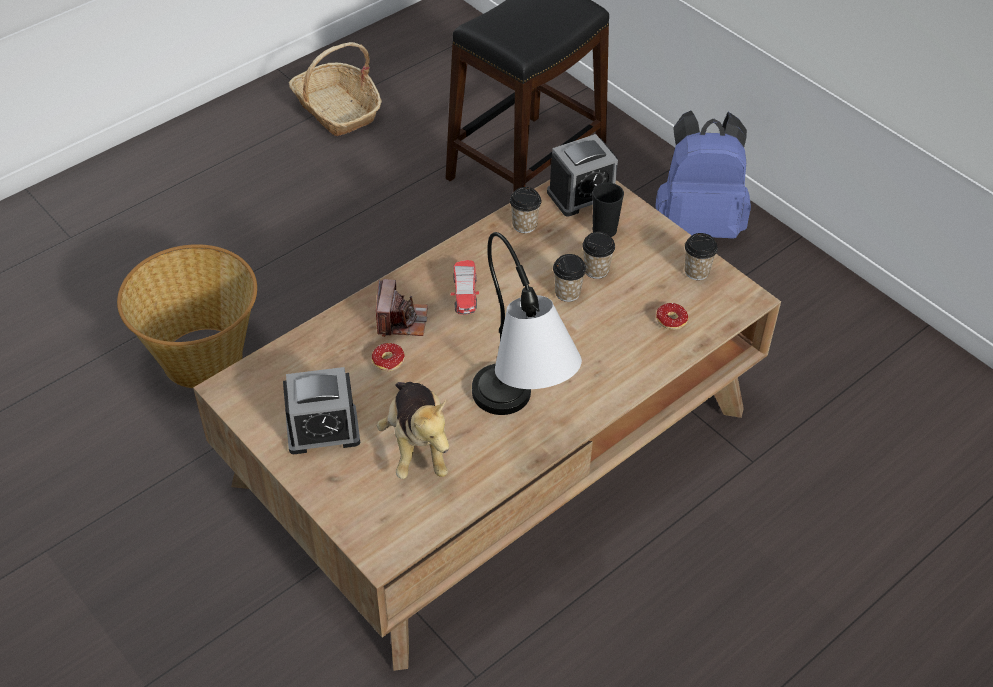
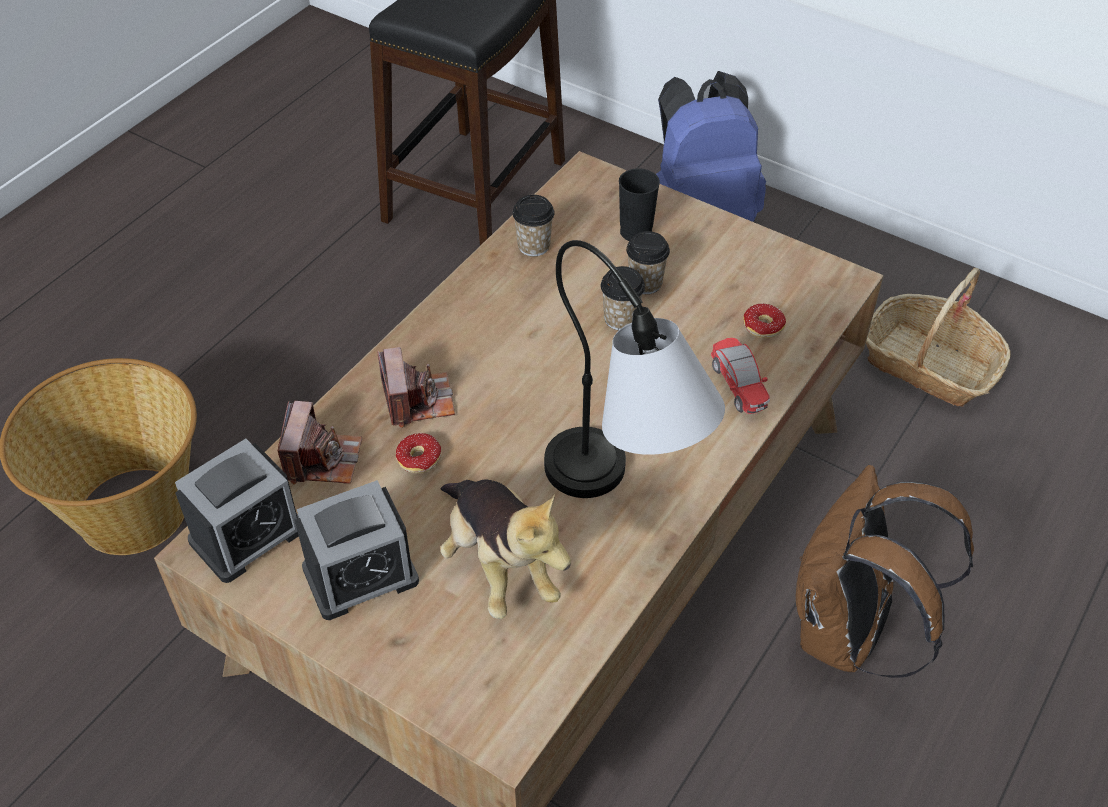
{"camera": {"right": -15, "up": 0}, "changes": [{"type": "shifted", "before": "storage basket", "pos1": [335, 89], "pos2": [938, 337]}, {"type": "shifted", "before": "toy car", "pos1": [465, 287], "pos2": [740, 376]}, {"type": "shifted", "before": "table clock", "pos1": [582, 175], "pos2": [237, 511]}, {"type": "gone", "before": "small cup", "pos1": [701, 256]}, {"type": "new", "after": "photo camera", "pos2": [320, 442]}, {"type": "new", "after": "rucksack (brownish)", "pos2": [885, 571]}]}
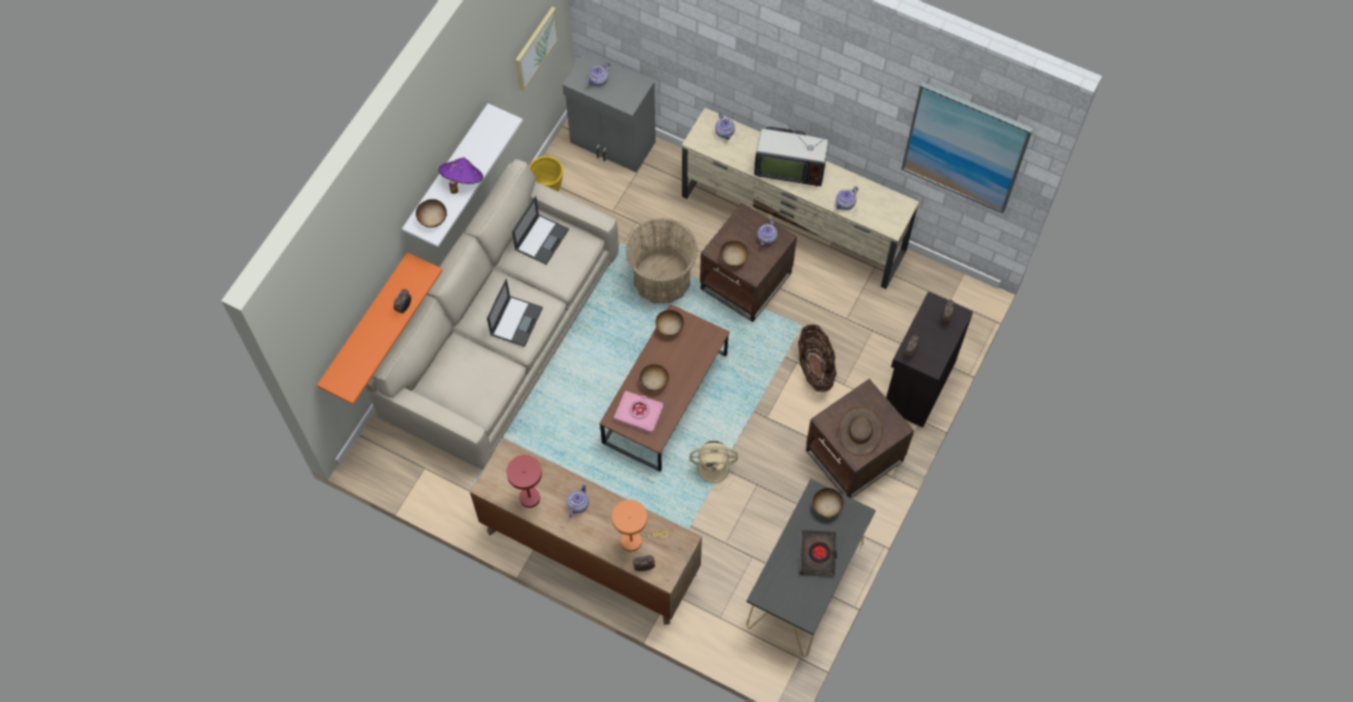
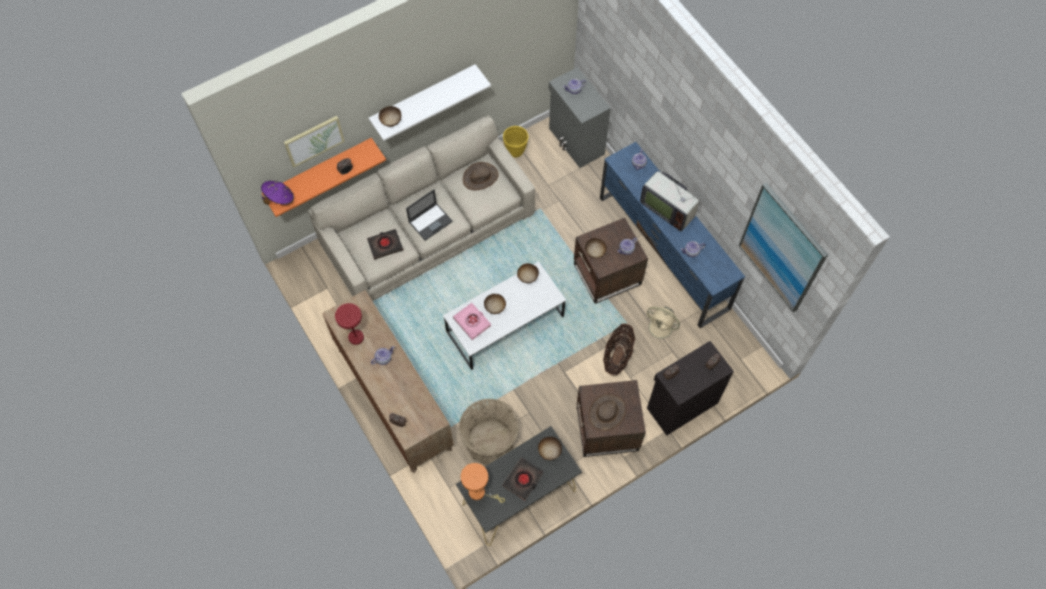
{"camera": {"right": 30, "up": 0}, "changes": [{"type": "shifted", "before": "wearable hat (purple)", "pos1": [460, 175], "pos2": [277, 193]}, {"type": "swapped", "before": "portable computer", "after": "wearable hat (brownish)", "pos1": [540, 230], "pos2": [480, 176]}, {"type": "shifted", "before": "picture", "pos1": [537, 49], "pos2": [314, 141]}, {"type": "repainted", "before": "lounge table (brownish)", "after": "lounge table (whitish)", "pos1": [664, 388], "pos2": [504, 316]}, {"type": "shifted", "before": "lamp for a table (orange-coloured)", "pos1": [640, 526], "pos2": [483, 483]}, {"type": "shifted", "before": "storage basket", "pos1": [661, 260], "pos2": [489, 432]}, {"type": "repainted", "before": "tv unit (beige)", "after": "tv unit (blue)", "pos1": [800, 198], "pos2": [672, 235]}, {"type": "shifted", "before": "electric fan (beige)", "pos1": [713, 465], "pos2": [661, 325]}, {"type": "new", "after": "book (black)", "pos2": [385, 244]}]}
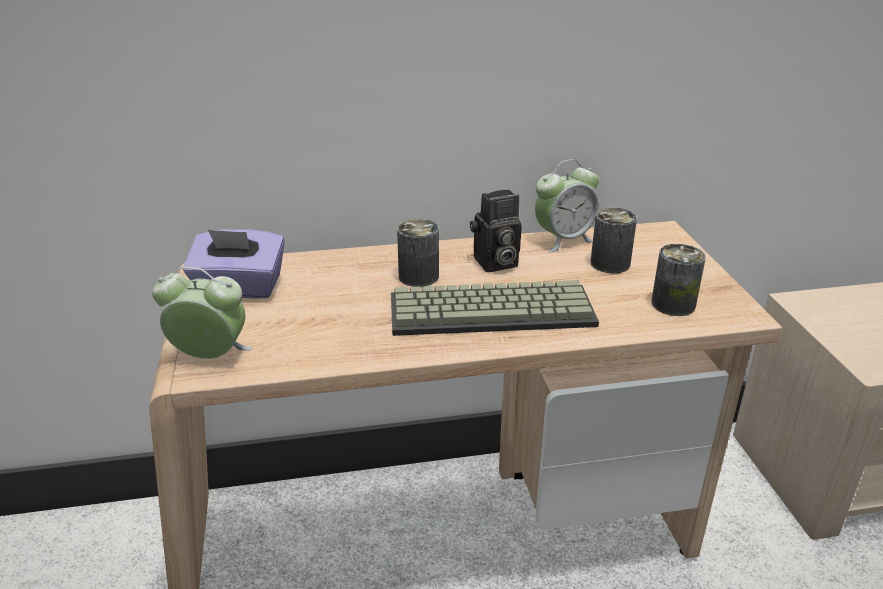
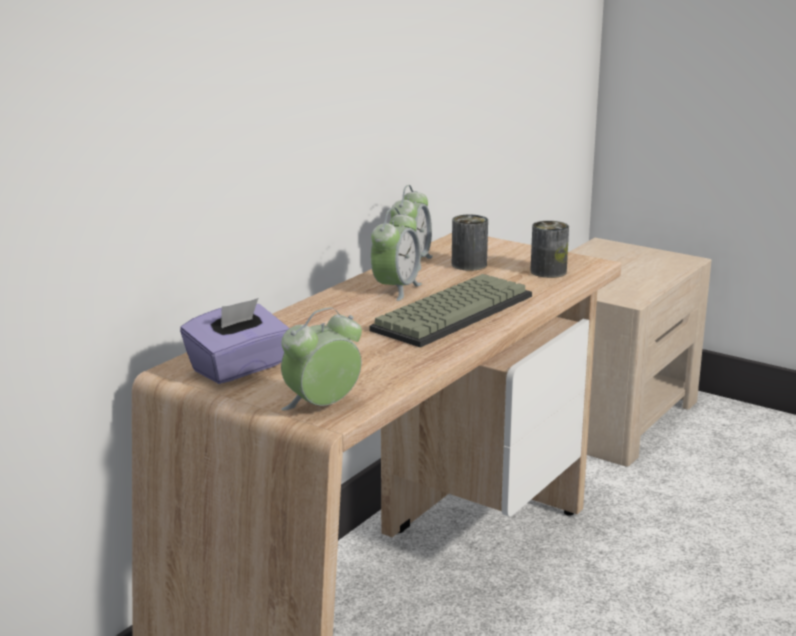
{"camera": {"right": -45, "up": -10}, "changes": [{"type": "gone", "before": "metal can", "pos1": [418, 253]}, {"type": "swapped", "before": "photo camera", "after": "table clock", "pos1": [496, 230], "pos2": [396, 254]}]}
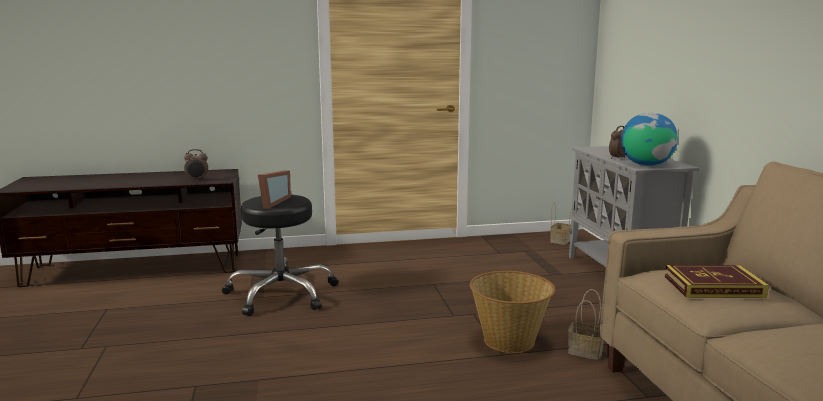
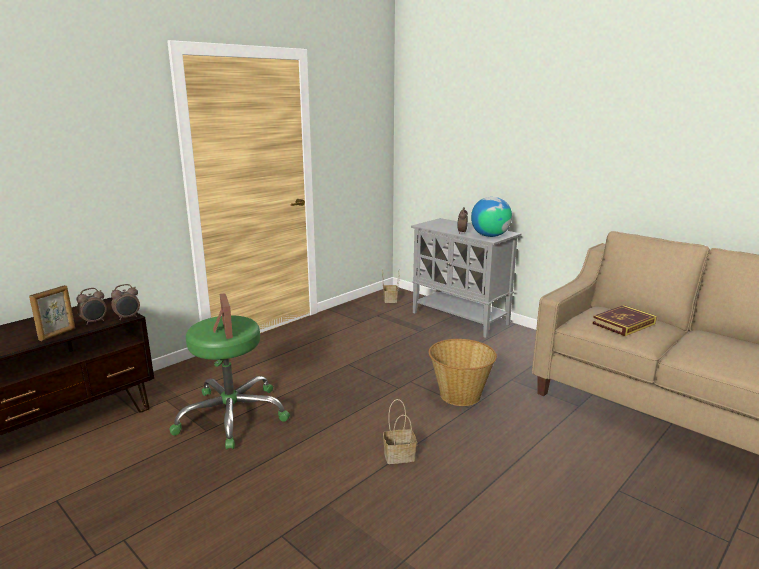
{"camera": {"right": -35, "up": 5}, "changes": [{"type": "repainted", "before": "stool seat (black)", "after": "stool seat (green-coloured)", "pos1": [280, 255], "pos2": [229, 382]}, {"type": "shifted", "before": "storage basket", "pos1": [586, 324], "pos2": [400, 431]}, {"type": "new", "after": "standing frame", "pos2": [52, 313]}, {"type": "new", "after": "table clock", "pos2": [125, 302]}]}
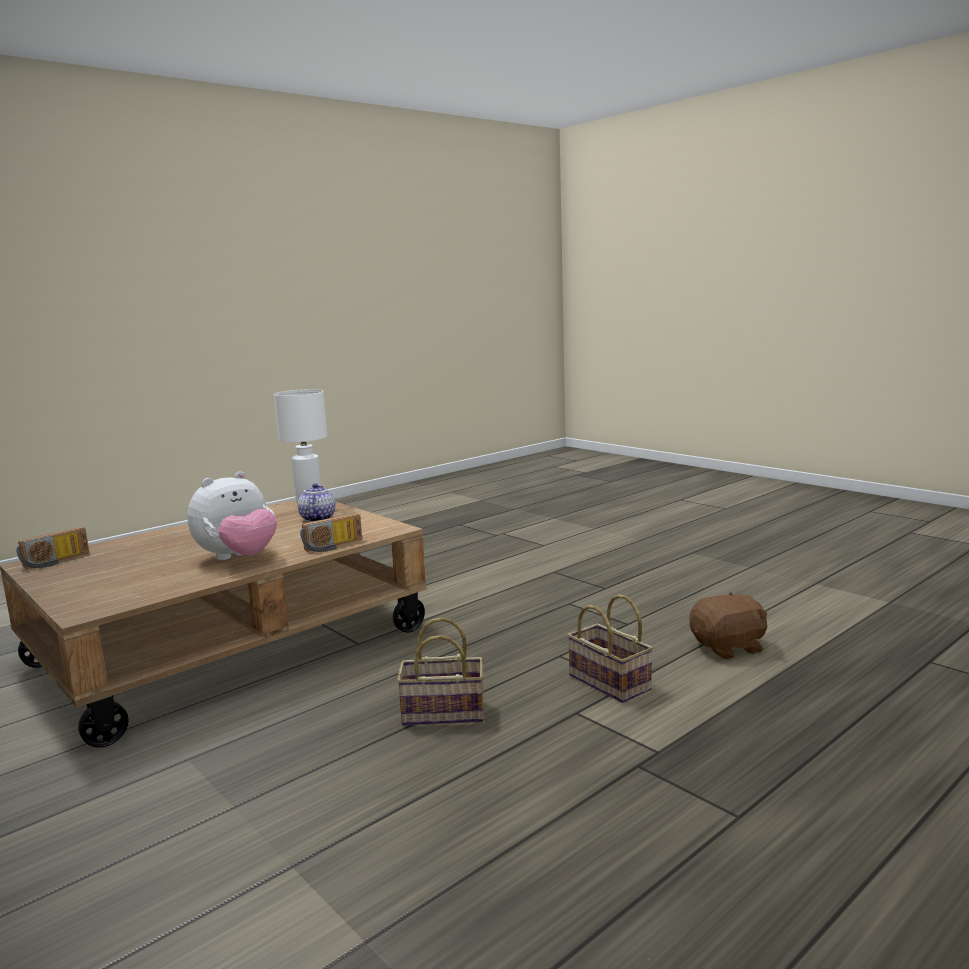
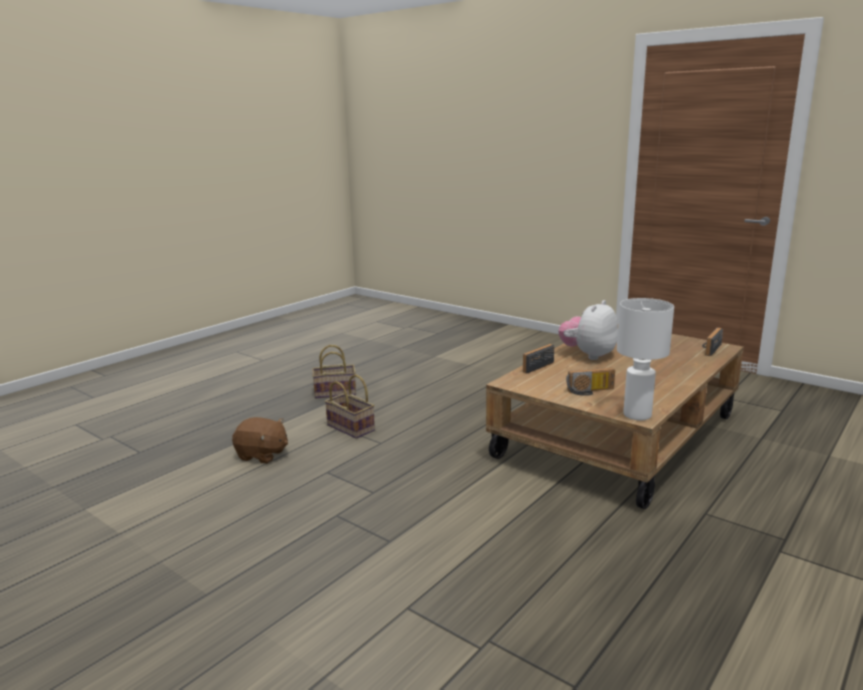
{"camera": {"right": 170, "up": 5}, "changes": [{"type": "swapped", "before": "teapot", "after": "radio receiver", "pos1": [316, 503], "pos2": [590, 382]}, {"type": "shifted", "before": "storage basket", "pos1": [440, 671], "pos2": [334, 371]}, {"type": "rotated", "before": "plush toy (brownish)", "pos1": [728, 625], "pos2": [260, 440], "turn": -135}]}
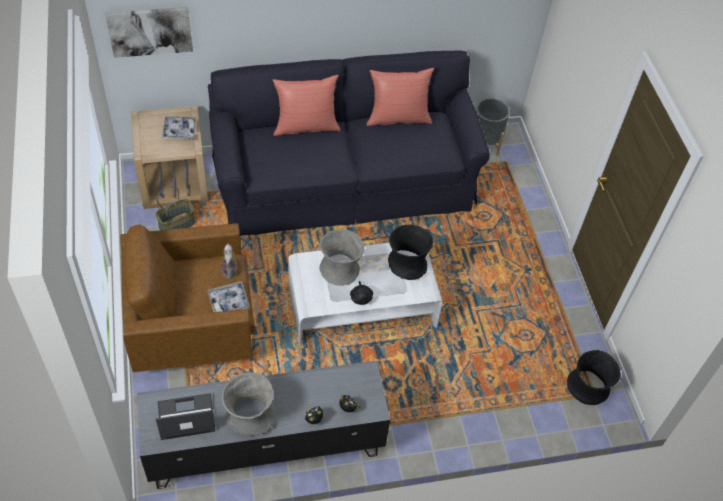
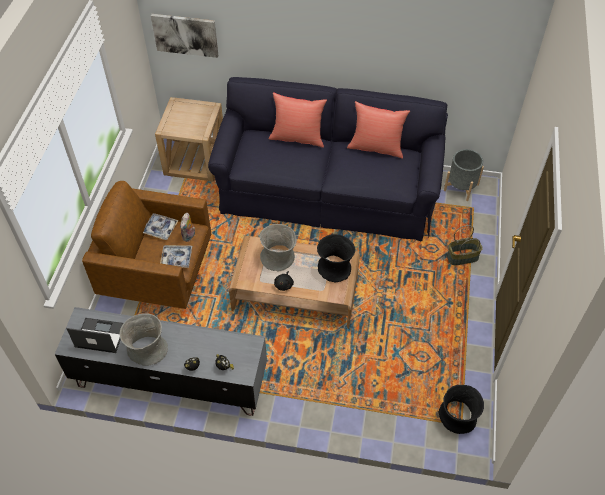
{"camera": {"right": 25, "up": 0}, "changes": [{"type": "shifted", "before": "storage basket", "pos1": [175, 208], "pos2": [465, 245]}, {"type": "shifted", "before": "carrying tray", "pos1": [179, 127], "pos2": [161, 226]}, {"type": "repainted", "before": "lounge table (whitish)", "after": "lounge table (brownish)", "pos1": [365, 294], "pos2": [294, 282]}]}
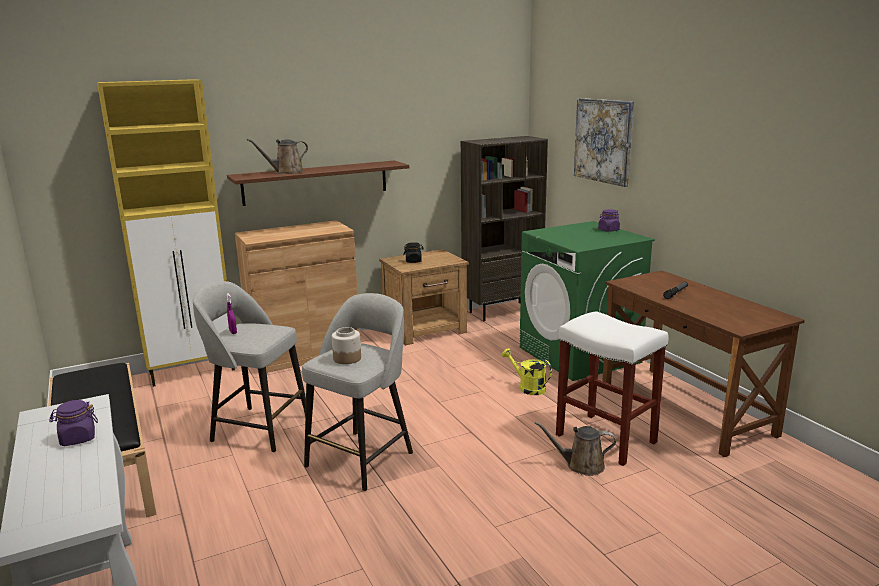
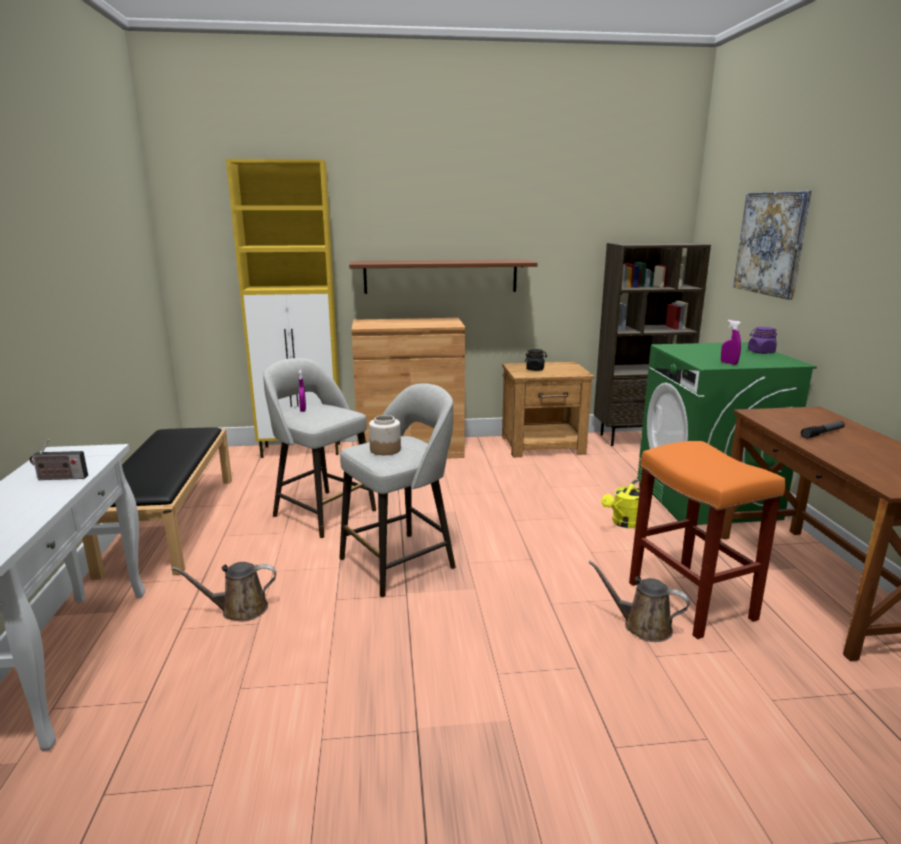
{"camera": {"right": 20, "up": 0}, "changes": [{"type": "swapped", "before": "storage jar (purple)", "after": "radio receiver", "pos1": [73, 423], "pos2": [58, 459]}, {"type": "shifted", "before": "sprinkling can (brownish)", "pos1": [277, 156], "pos2": [224, 592]}, {"type": "rotated", "before": "sprinkling can (yellowish)", "pos1": [527, 371], "pos2": [621, 503], "turn": -105}, {"type": "repainted", "before": "stool seat (whitish)", "after": "stool seat (orange-coloured)", "pos1": [612, 388], "pos2": [707, 540]}, {"type": "new", "after": "hand sprayer (purple)", "pos2": [731, 342]}]}
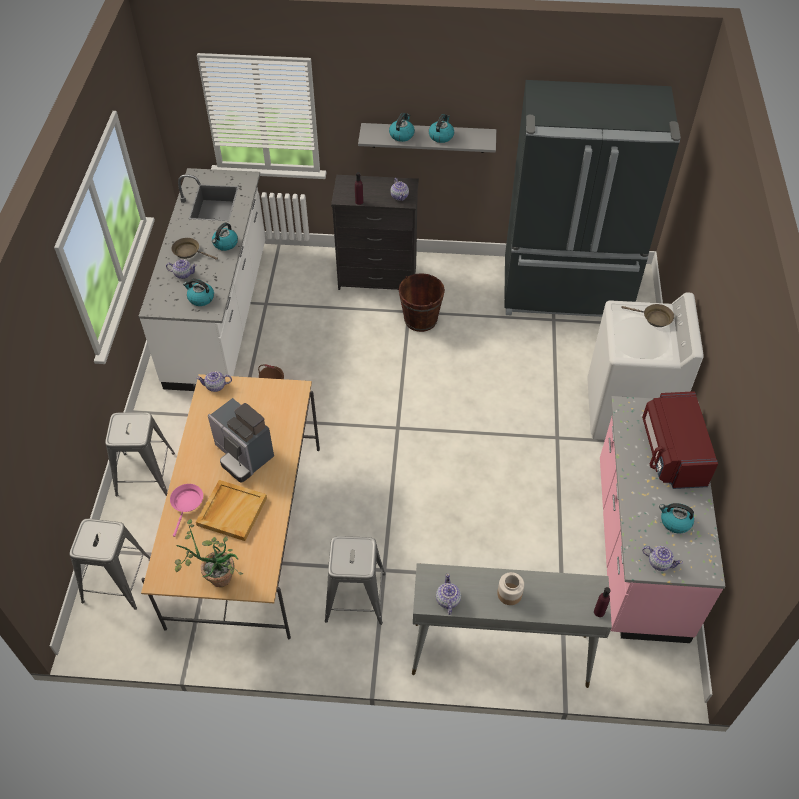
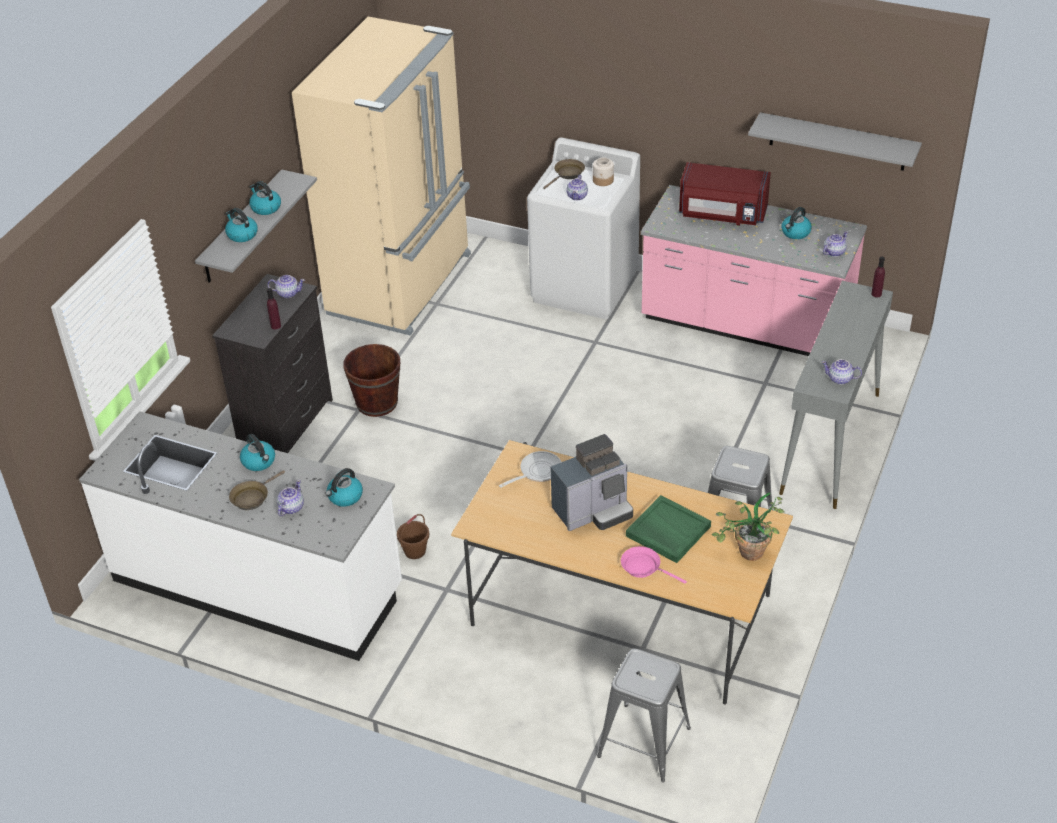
{"camera": {"right": -70, "up": -10}, "changes": [{"type": "gone", "before": "stool seat (greyish)", "pos1": [140, 454]}, {"type": "shifted", "before": "teapot", "pos1": [214, 381], "pos2": [577, 187]}, {"type": "repainted", "before": "carrying tray (beige)", "after": "carrying tray (green-coloured)", "pos1": [231, 510], "pos2": [668, 529]}, {"type": "shifted", "before": "storage jar", "pos1": [510, 588], "pos2": [603, 171]}, {"type": "repainted", "before": "kitchen fridge (black)", "after": "kitchen fridge (beige)", "pos1": [592, 198], "pos2": [381, 176]}, {"type": "new", "after": "pan", "pos2": [530, 469]}, {"type": "new", "after": "wall shelf (greyish)", "pos2": [835, 141]}]}
